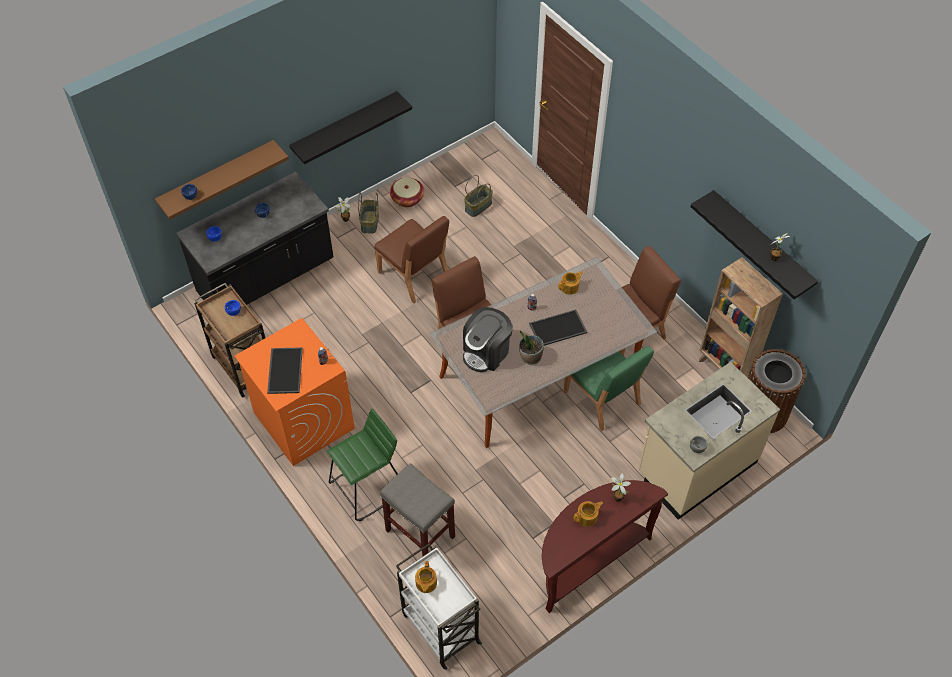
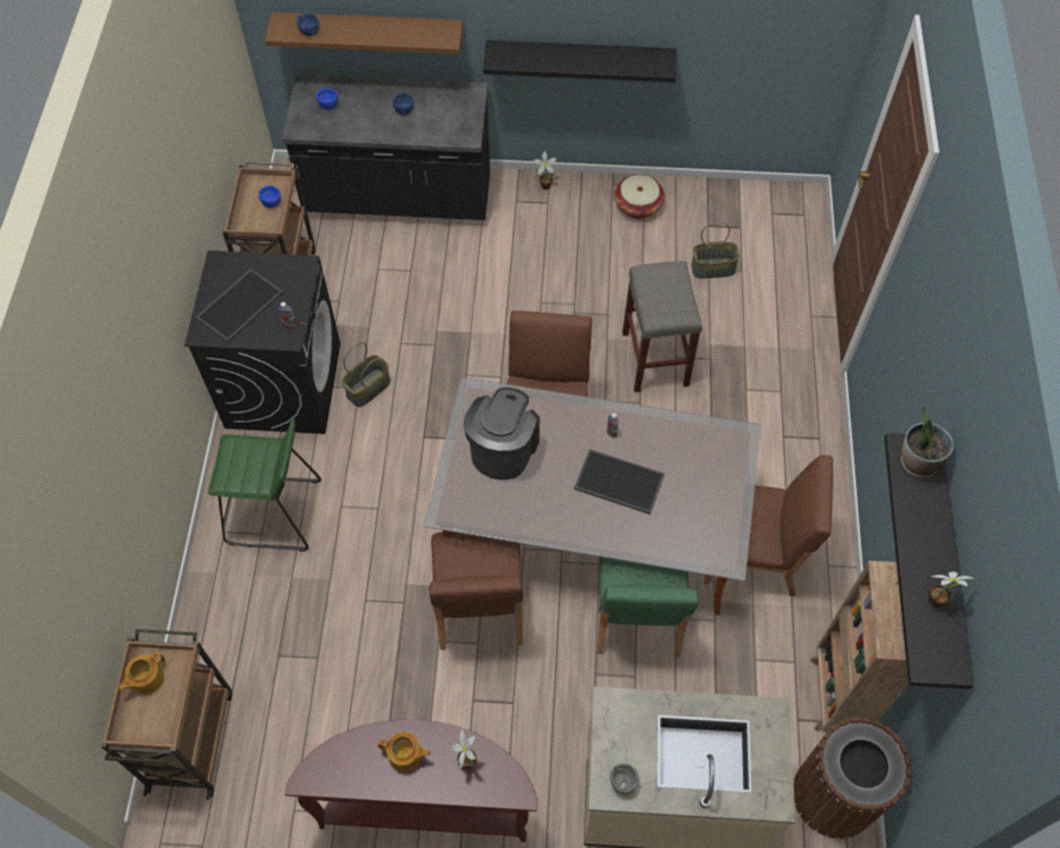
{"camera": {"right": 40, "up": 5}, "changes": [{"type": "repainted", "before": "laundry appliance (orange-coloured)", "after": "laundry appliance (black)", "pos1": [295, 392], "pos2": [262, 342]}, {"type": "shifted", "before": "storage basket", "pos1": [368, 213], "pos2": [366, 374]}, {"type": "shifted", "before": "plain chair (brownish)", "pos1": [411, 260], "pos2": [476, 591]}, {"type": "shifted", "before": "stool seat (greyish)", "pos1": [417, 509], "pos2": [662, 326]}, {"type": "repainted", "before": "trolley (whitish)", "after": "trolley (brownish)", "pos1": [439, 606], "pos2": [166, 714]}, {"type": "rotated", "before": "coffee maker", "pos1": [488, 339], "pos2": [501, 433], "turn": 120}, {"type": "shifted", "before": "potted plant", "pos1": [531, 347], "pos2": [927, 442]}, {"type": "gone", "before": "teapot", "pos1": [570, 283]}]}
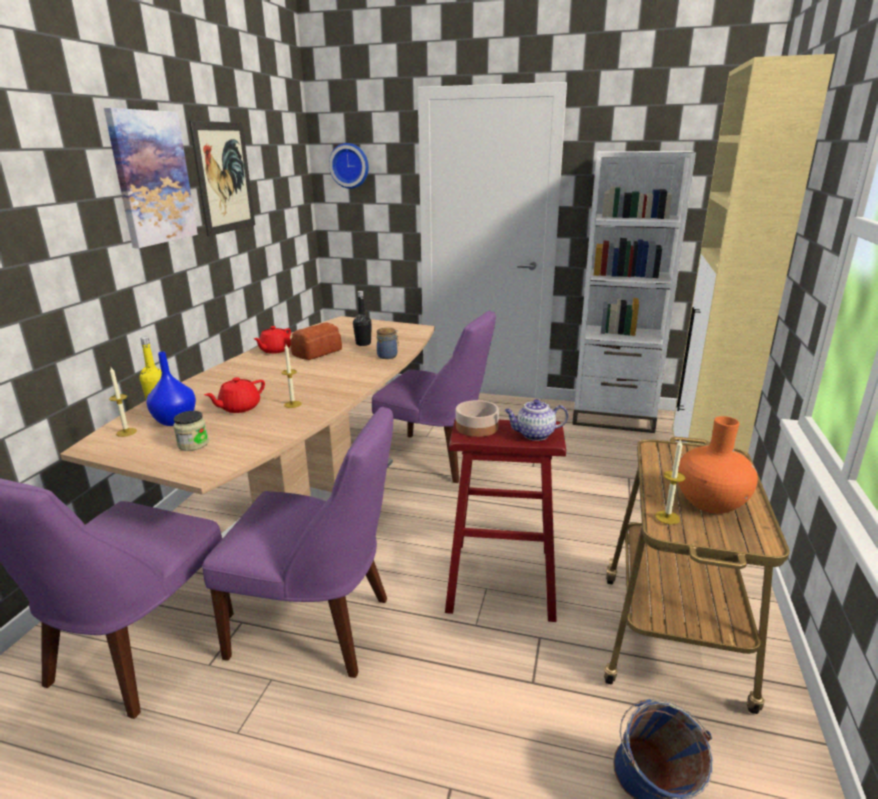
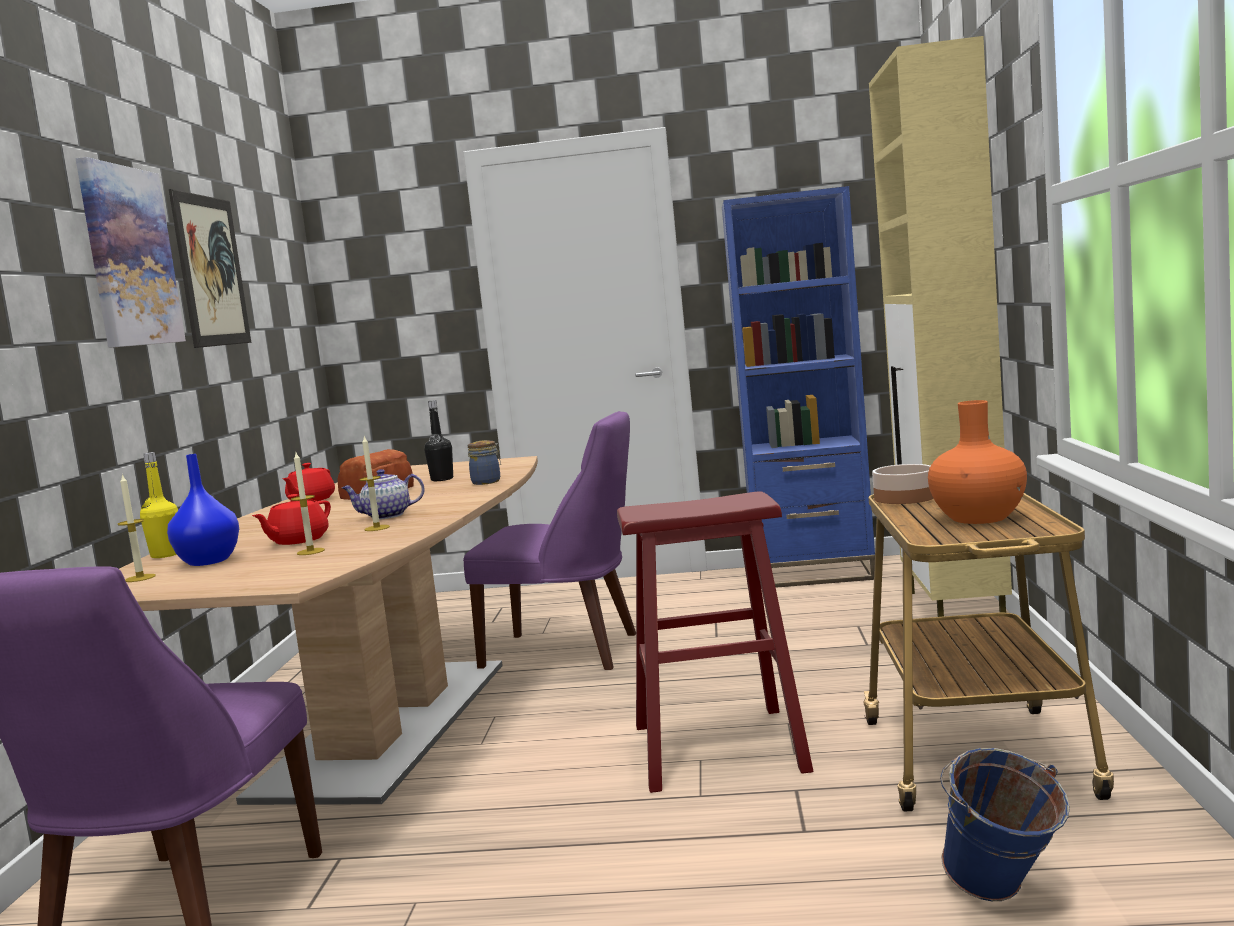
{"camera": {"right": -10, "up": -15}, "changes": [{"type": "gone", "before": "storage jar", "pos1": [191, 431]}, {"type": "gone", "before": "plain chair (purple)", "pos1": [297, 542]}, {"type": "gone", "before": "hanging clock", "pos1": [349, 166]}, {"type": "shifted", "before": "deep dish", "pos1": [477, 418], "pos2": [903, 484]}, {"type": "shifted", "before": "teapot", "pos1": [536, 420], "pos2": [383, 494]}, {"type": "repainted", "before": "bookcase (whitish)", "after": "bookcase (blue)", "pos1": [634, 292], "pos2": [798, 387]}, {"type": "shifted", "before": "wax light", "pos1": [670, 482], "pos2": [308, 503]}]}
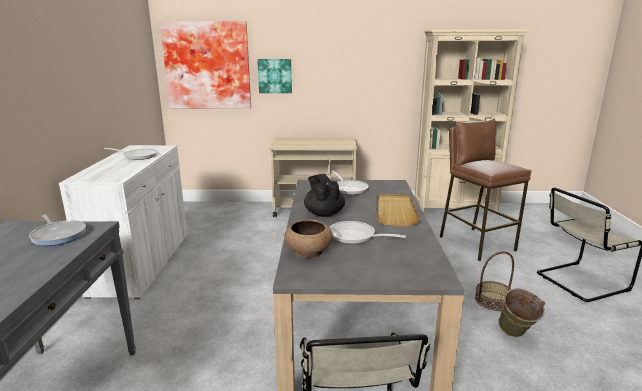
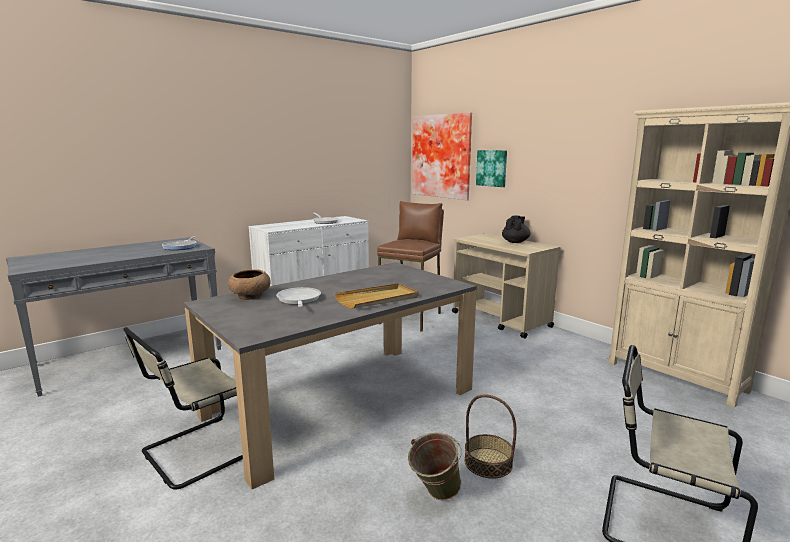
{"camera": {"right": 50, "up": -5}, "changes": [{"type": "shifted", "before": "teapot (black)", "pos1": [324, 195], "pos2": [516, 229]}, {"type": "gone", "before": "pan", "pos1": [350, 183]}, {"type": "shifted", "before": "stool seat (brownish)", "pos1": [485, 189], "pos2": [410, 266]}]}
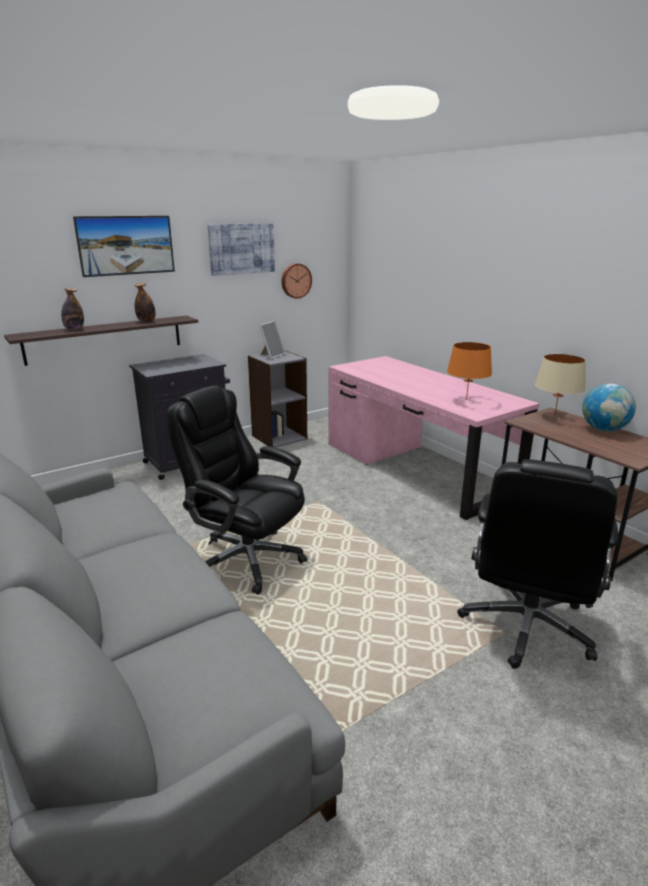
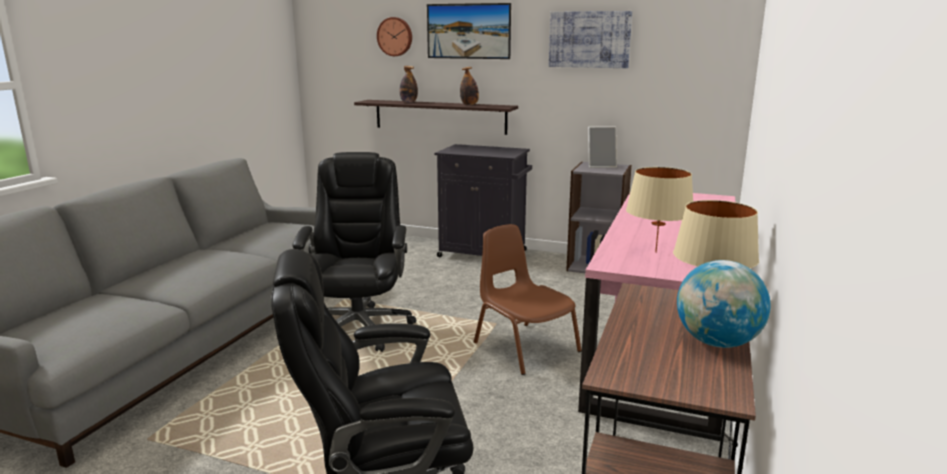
{"camera": {"right": 55, "up": -5}, "changes": [{"type": "shifted", "before": "hanging clock", "pos1": [297, 281], "pos2": [394, 36]}, {"type": "repainted", "before": "lamp for a table (orange-coloured)", "after": "lamp for a table (beige)", "pos1": [469, 371], "pos2": [659, 210]}, {"type": "new", "after": "plain chair (brownish)", "pos2": [528, 299]}]}
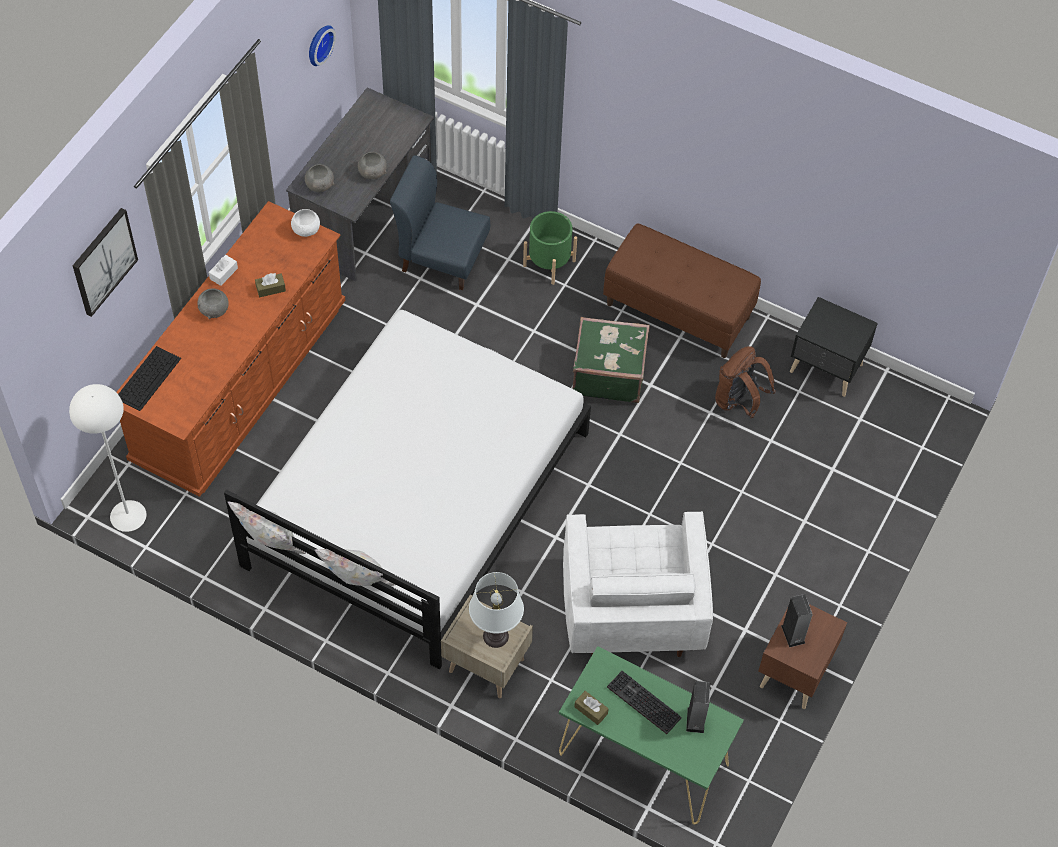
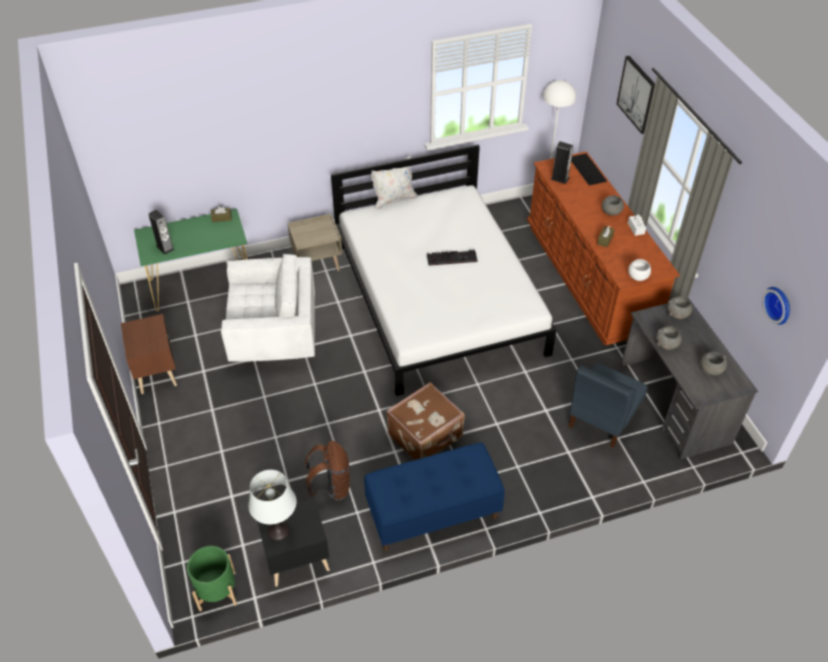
{"camera": {"right": 135, "up": -10}, "changes": [{"type": "gone", "before": "cushion (whitish)", "pos1": [267, 527]}, {"type": "rotated", "before": "plain chair (blue)", "pos1": [440, 222], "pos2": [608, 405], "turn": 150}, {"type": "shifted", "before": "lamp for a table (whitish)", "pos1": [496, 610], "pos2": [272, 505]}, {"type": "shifted", "before": "flower pot (green-coloured)", "pos1": [550, 248], "pos2": [212, 578]}, {"type": "rotated", "before": "armchair (whitish)", "pos1": [638, 584], "pos2": [268, 308], "turn": 135}, {"type": "repainted", "before": "piece of luggage (green-coloured)", "after": "piece of luggage (brownish)", "pos1": [611, 360], "pos2": [425, 421]}, {"type": "repainted", "before": "long seat (brownish)", "after": "long seat (blue)", "pos1": [682, 290], "pos2": [434, 496]}, {"type": "shifted", "before": "PC keyboard", "pos1": [644, 702], "pos2": [452, 257]}, {"type": "shifted", "before": "loudspeaker", "pos1": [797, 620], "pos2": [562, 162]}, {"type": "new", "after": "deep dish (greyish)", "pos2": [713, 363]}]}
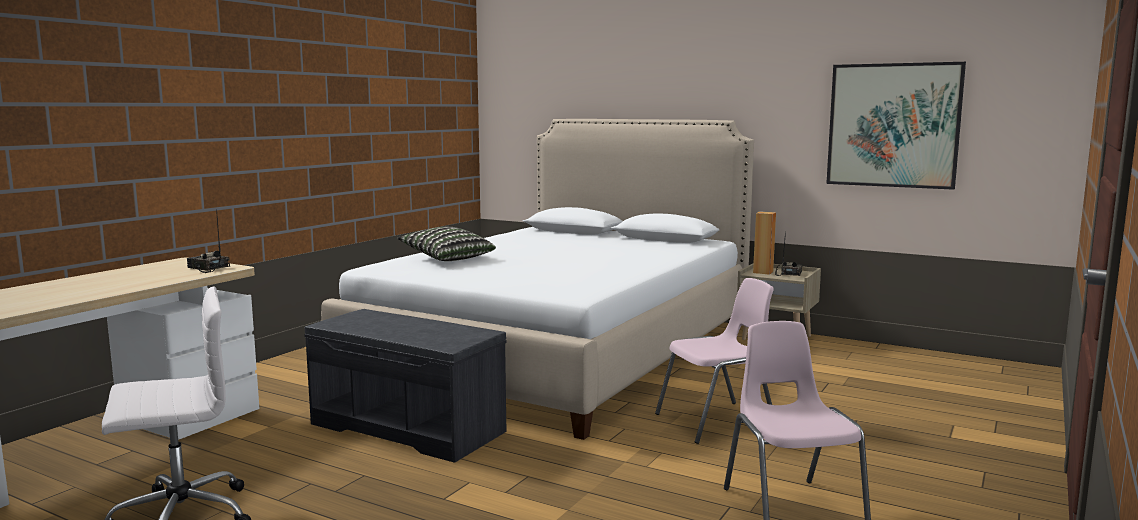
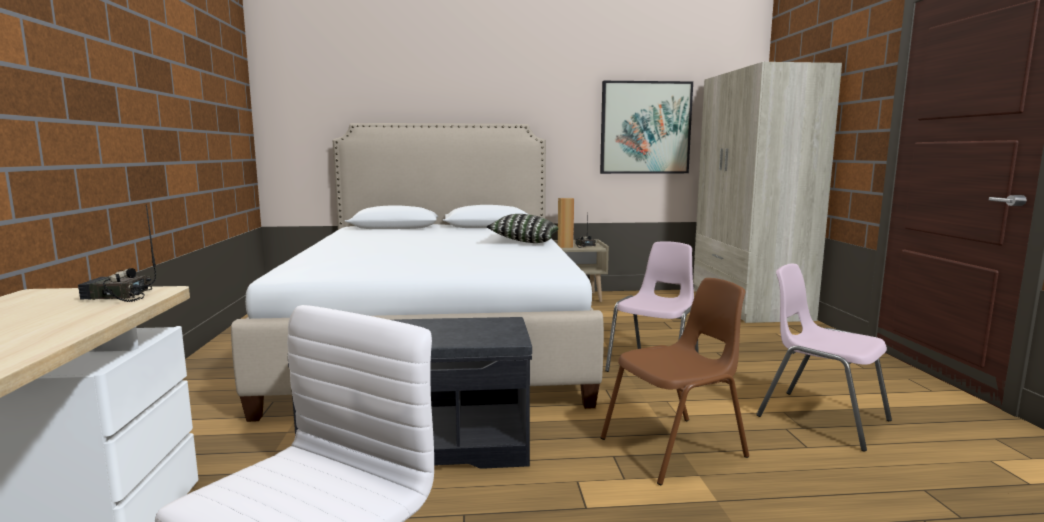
{"camera": {"right": -35, "up": 0}, "changes": [{"type": "shifted", "before": "cushion", "pos1": [447, 244], "pos2": [522, 228]}, {"type": "new", "after": "plain chair (brownish)", "pos2": [675, 381]}, {"type": "new", "after": "clothes cupboard (beige)", "pos2": [767, 192]}]}
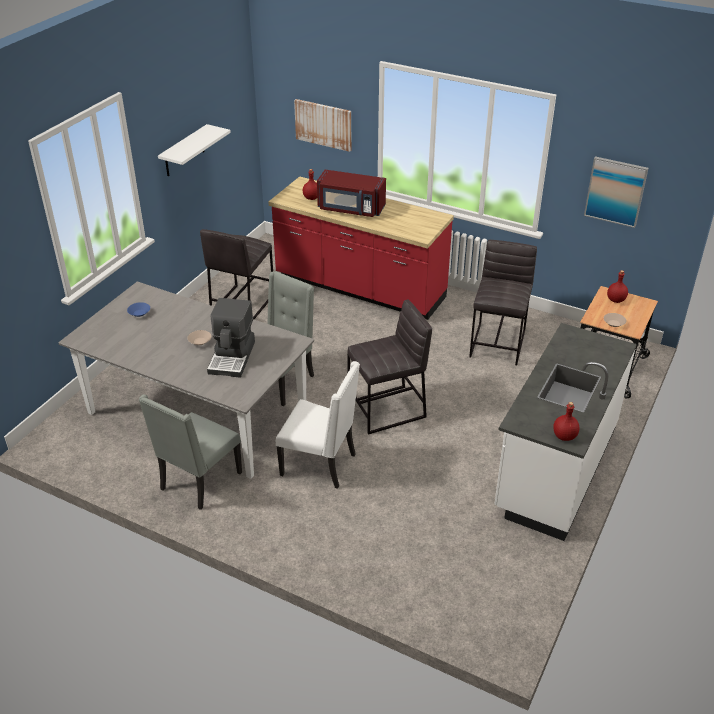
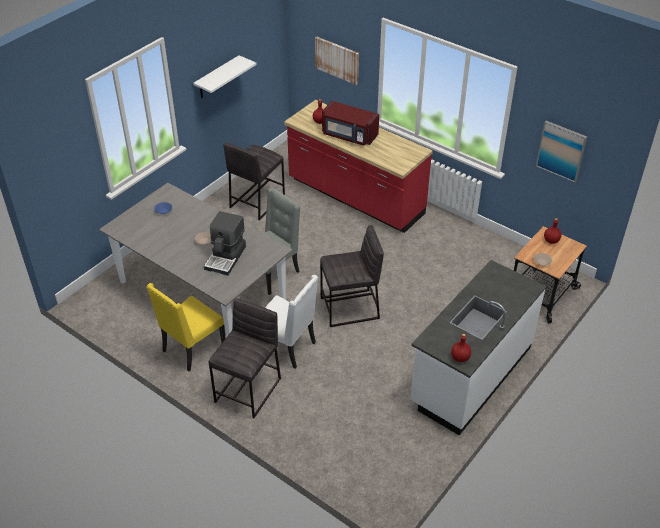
{"camera": {"right": 10, "up": 5}, "changes": [{"type": "repainted", "before": "plain chair (greyish)", "after": "plain chair (yellowish)", "pos1": [190, 452], "pos2": [186, 327]}, {"type": "shifted", "before": "stool seat (greyish)", "pos1": [503, 302], "pos2": [245, 358]}]}
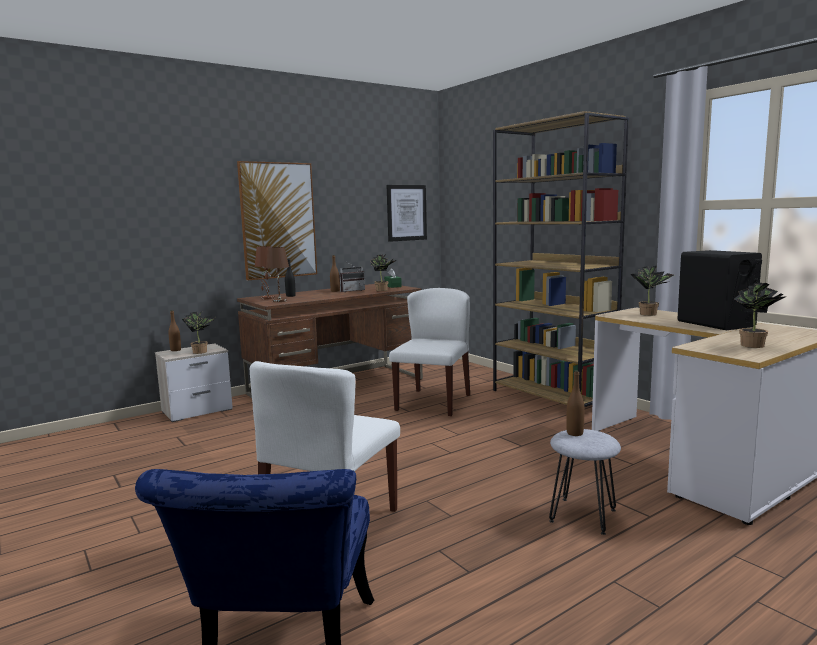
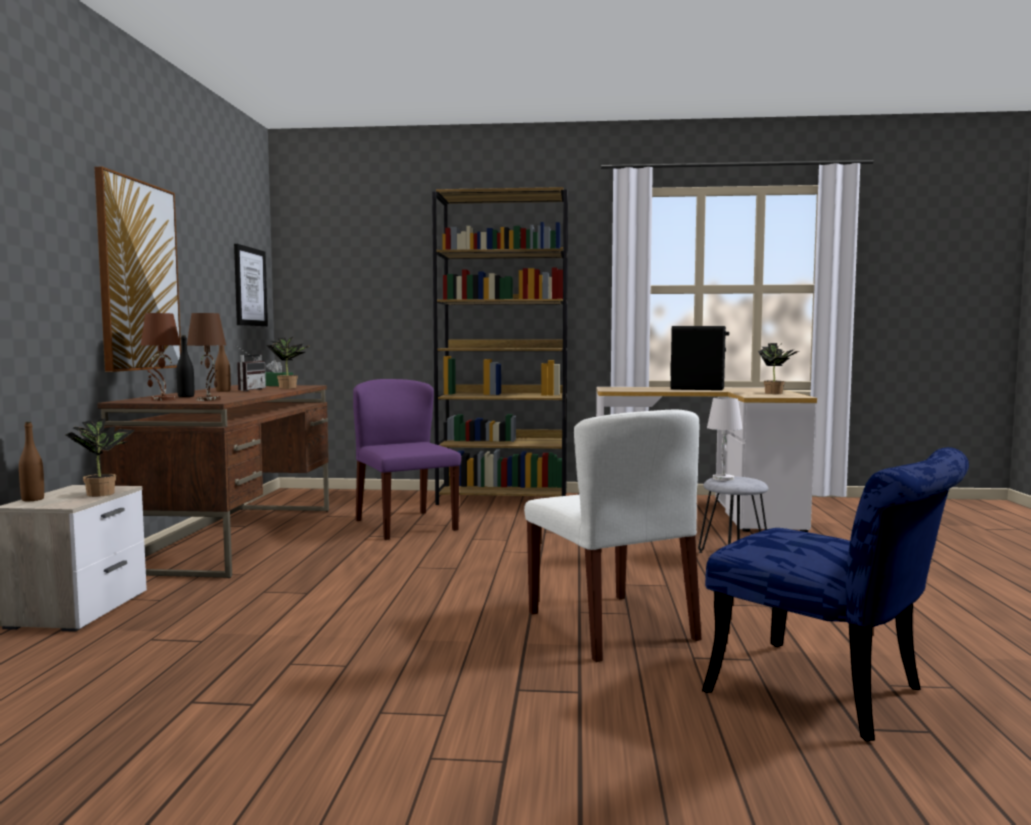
{"camera": {"right": -50, "up": -5}, "changes": [{"type": "repainted", "before": "plain chair (whitish)", "after": "plain chair (purple)", "pos1": [429, 352], "pos2": [407, 459]}, {"type": "swapped", "before": "drink bottle (brownish)", "after": "lamp for a table (whitish)", "pos1": [575, 403], "pos2": [725, 439]}, {"type": "gone", "before": "potted plant", "pos1": [652, 291]}]}
